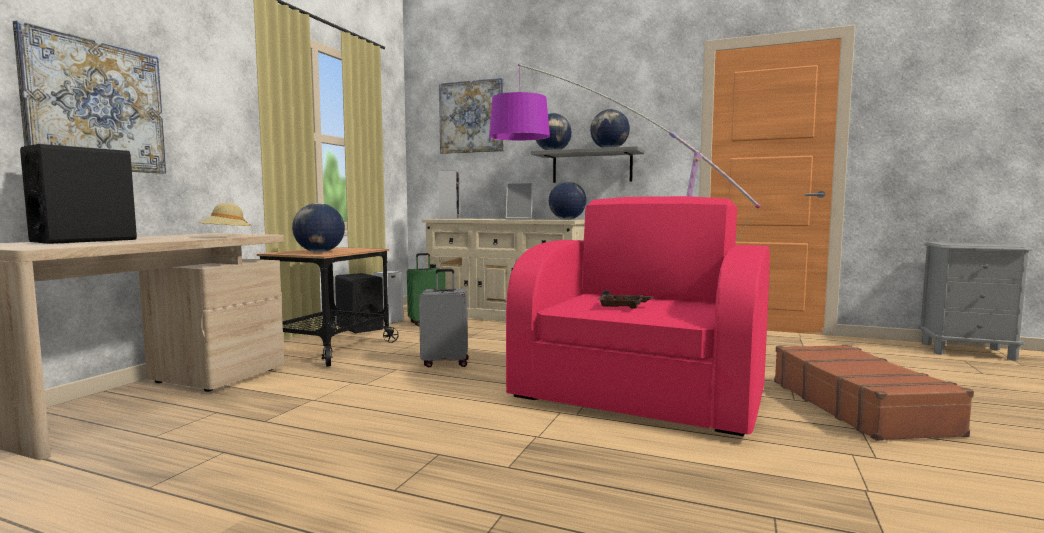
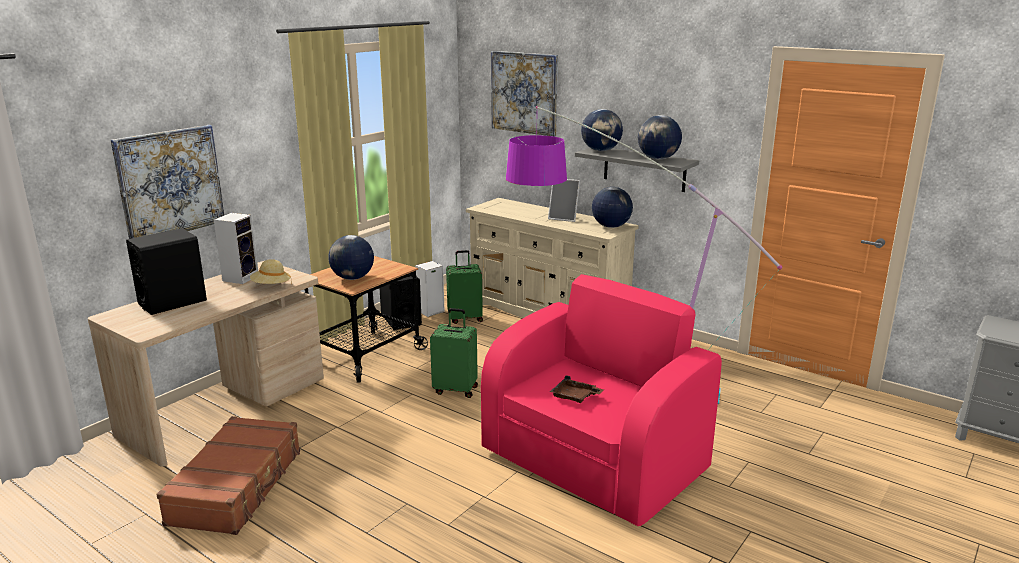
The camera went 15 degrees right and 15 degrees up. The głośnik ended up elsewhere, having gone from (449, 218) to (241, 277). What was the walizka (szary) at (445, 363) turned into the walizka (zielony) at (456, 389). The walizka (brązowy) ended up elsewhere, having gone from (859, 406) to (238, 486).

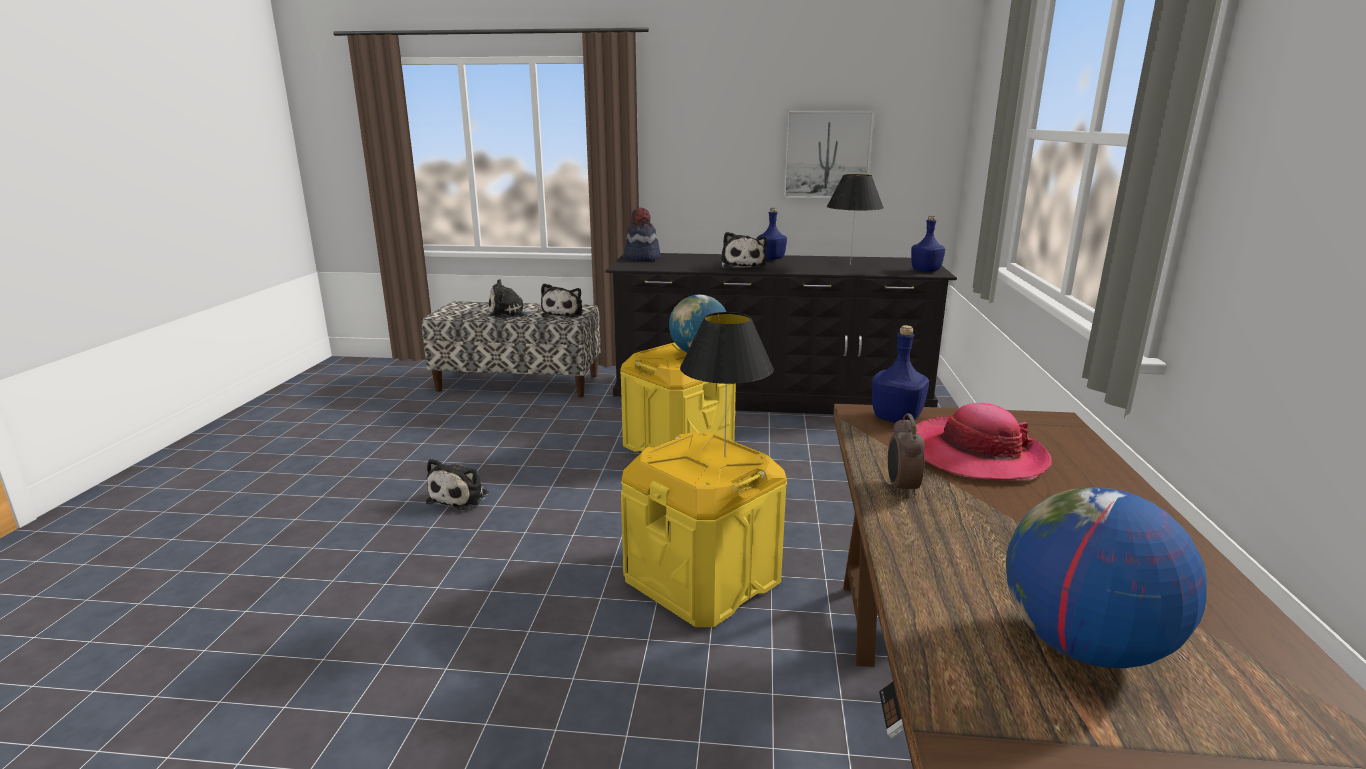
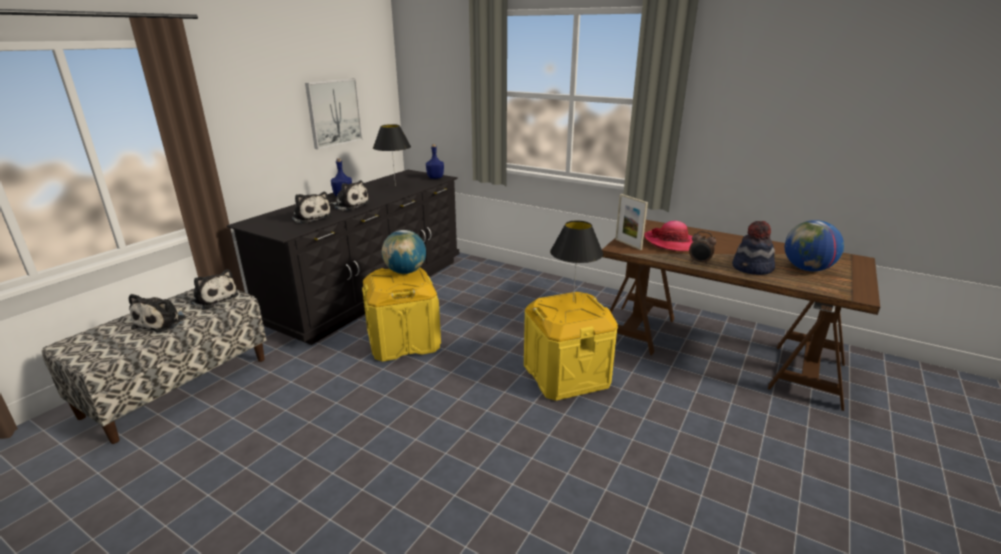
The camera went 65 degrees left and 5 degrees up. The kapelusz ended up elsewhere, having gone from (642, 258) to (752, 268). Where the butelka (niebieski) stood at (896, 419), the ramka na zdjęcie came to stand at (628, 244). The pluszak ended up elsewhere, having gone from (461, 497) to (311, 217).

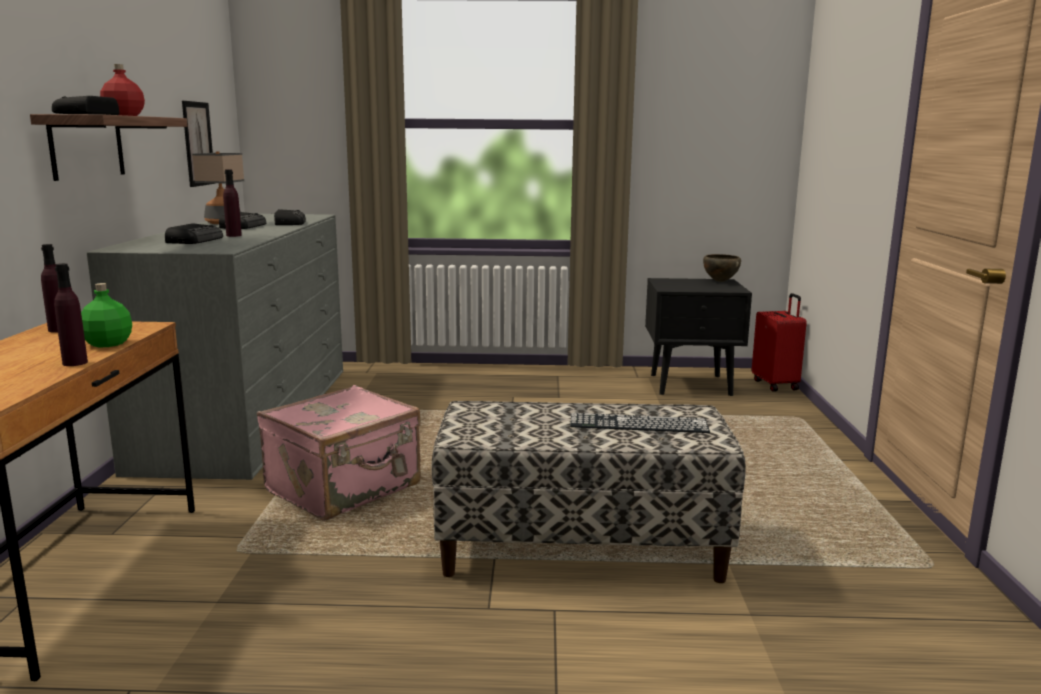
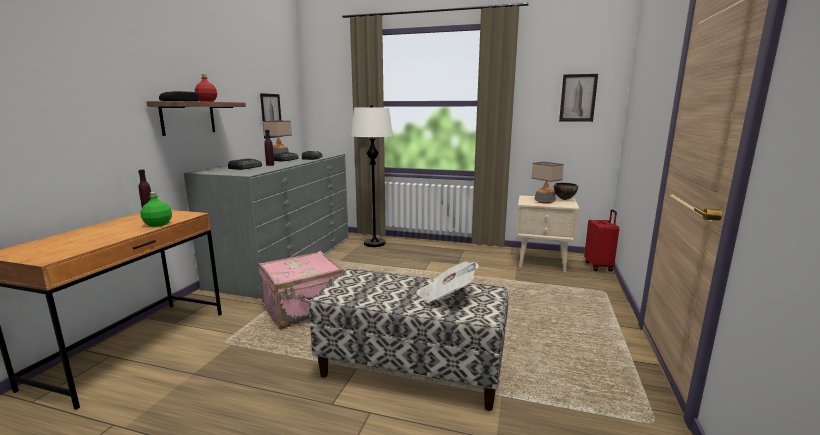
The camera went 15 degrees right and 0 degrees up. The second view lost the butelka (fioletowy) at (75, 363). What was the szafka nocna (czarny) at (692, 385) turned into the szafka nocna (beżowy) at (542, 262). Where the klawiatura stood at (638, 423), the gazeta came to stand at (445, 296). The second view gained the obraz at (578, 98). The second view gained the lampa stojąca (biały) at (374, 243). The second view gained the lampa stołowa at (544, 202).

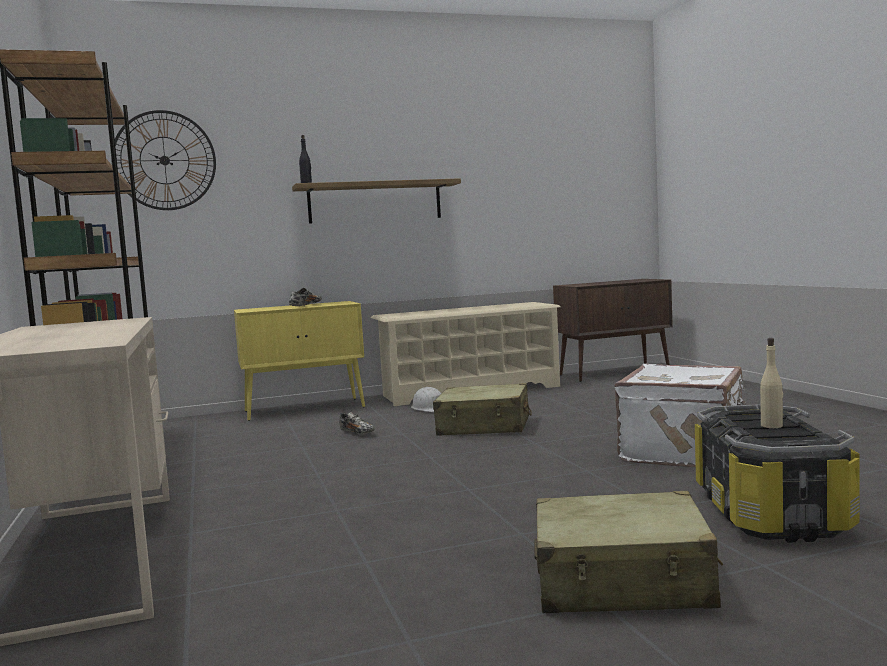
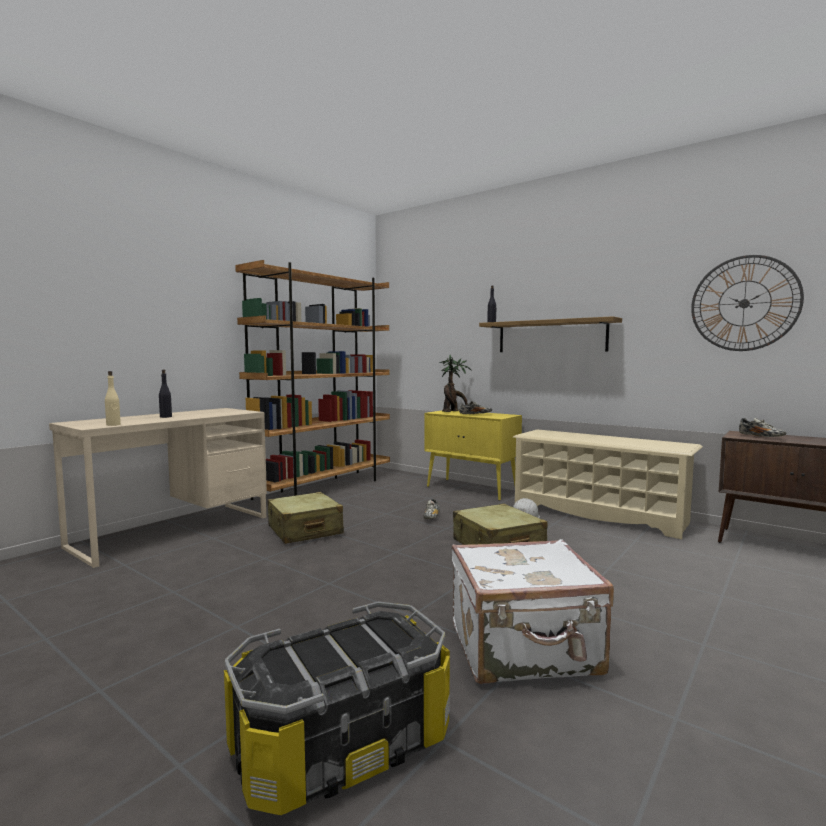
The camera went 55 degrees right and 0 degrees up. The zegar ścienny ended up elsewhere, having gone from (164, 160) to (744, 303). The butelka (beżowy) ended up elsewhere, having gone from (772, 426) to (113, 425). The walizka (beżowy) ended up elsewhere, having gone from (622, 582) to (304, 530). The second view gained the roślina doniczkowa at (453, 412). The second view gained the butelka (czarny) at (166, 417). The second view gained the but at (761, 437).

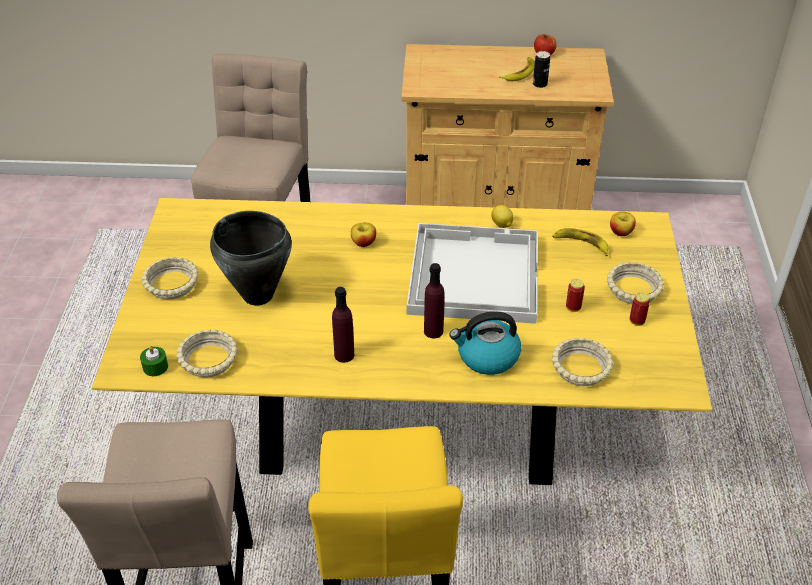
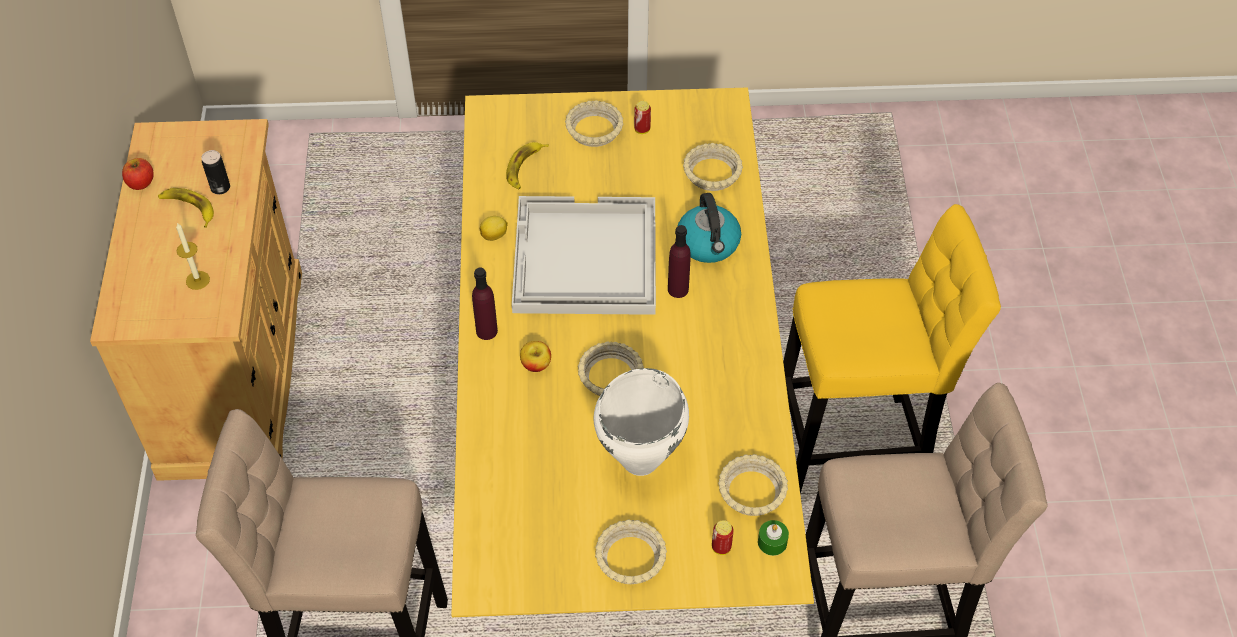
The camera went 95 degrees left and 10 degrees up. What was the garnek (czarny) at (258, 295) turned into the garnek (biały) at (641, 460). The second view lost the jabłko at (621, 232). The puszka ended up elsewhere, having gone from (573, 308) to (721, 547). The butelka (fioletowy) ended up elsewhere, having gone from (344, 355) to (486, 331). The second view gained the świeca at (197, 280). The second view gained the miska (beżowy) at (610, 376).

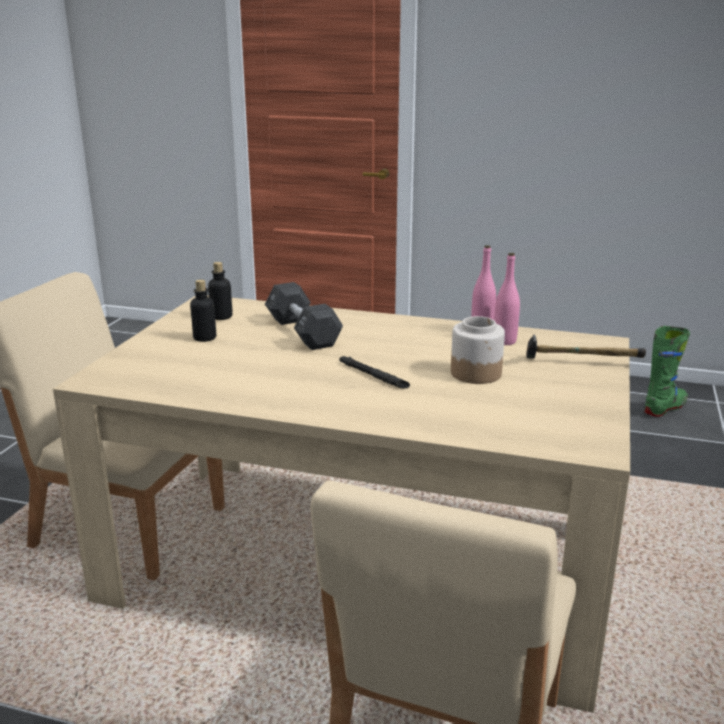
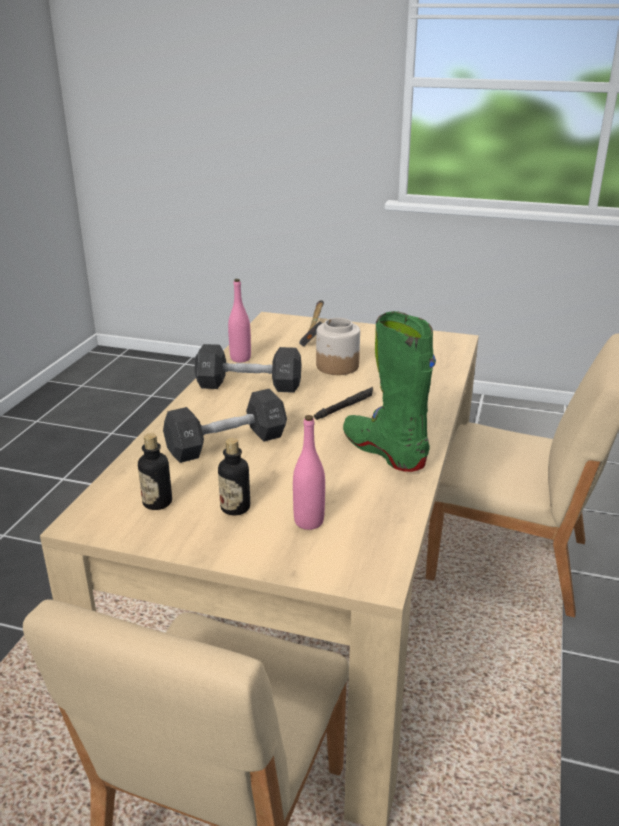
The camera went 90 degrees left and 5 degrees up. The butelka (różowy) ended up elsewhere, having gone from (504, 341) to (309, 521). The but z cholewką (zielony) ended up elsewhere, having gone from (665, 408) to (384, 451). The second view gained the hantel (czarny) at (249, 385).

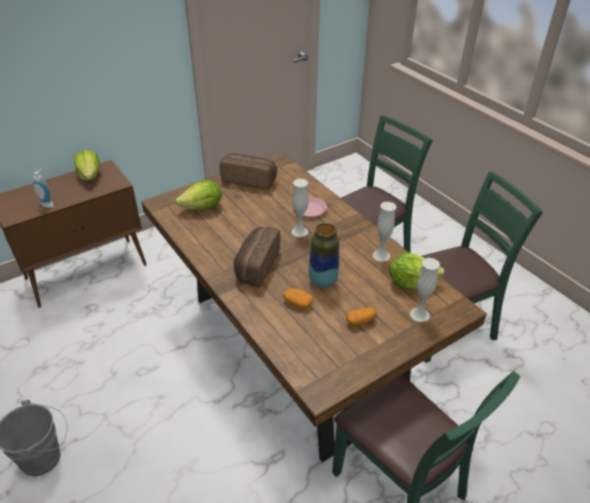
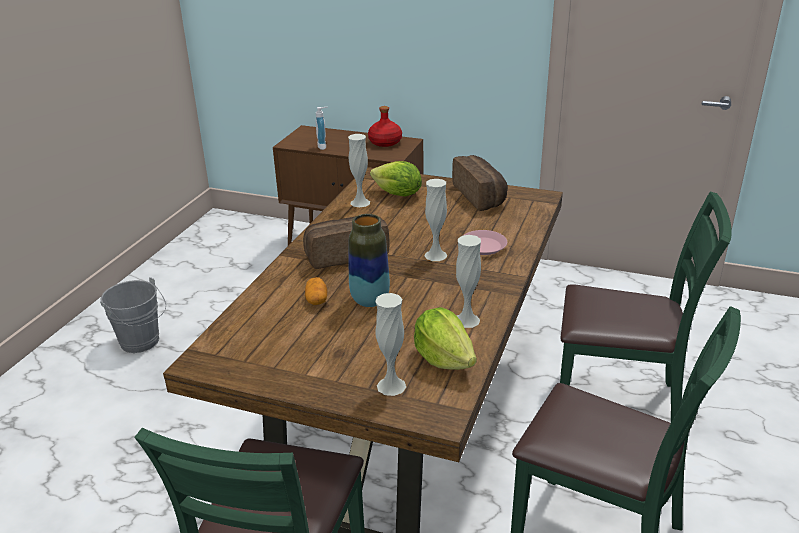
The camera went 55 degrees right and 10 degrees down. Where the sałata stood at (90, 176), the butelka (czerwony) came to stand at (385, 142). The second view lost the ziemniak at (360, 321). The second view gained the wazon (biały) at (360, 202).

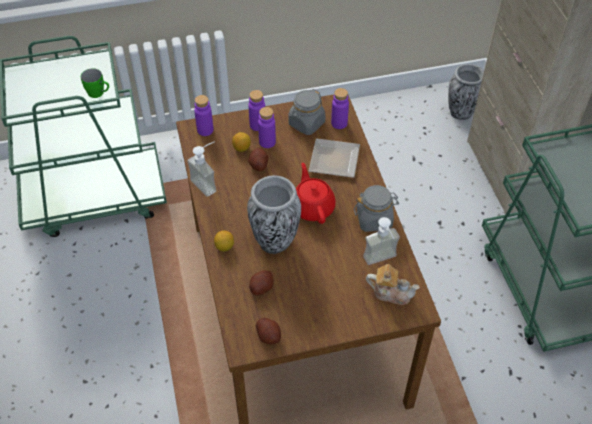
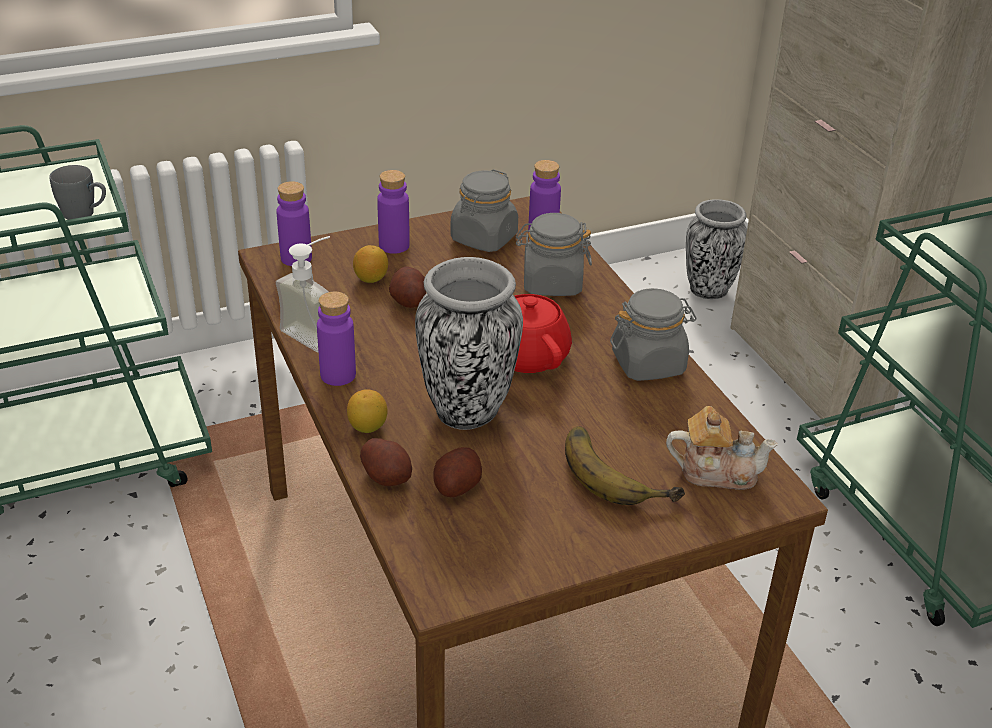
The camera went 10 degrees left and 15 degrees down. What was the kubek (zielony) at (99, 93) turned into the kubek (szary) at (85, 214). The butelka (fioletowy) ended up elsewhere, having gone from (267, 142) to (338, 375). Where the talerz stood at (336, 159), the słoik (szary) came to stand at (551, 283). The second view lost the dozownik mydła at (382, 261). The ziemniak ended up elsewhere, having gone from (268, 336) to (387, 476). The second view gained the banan at (619, 470).

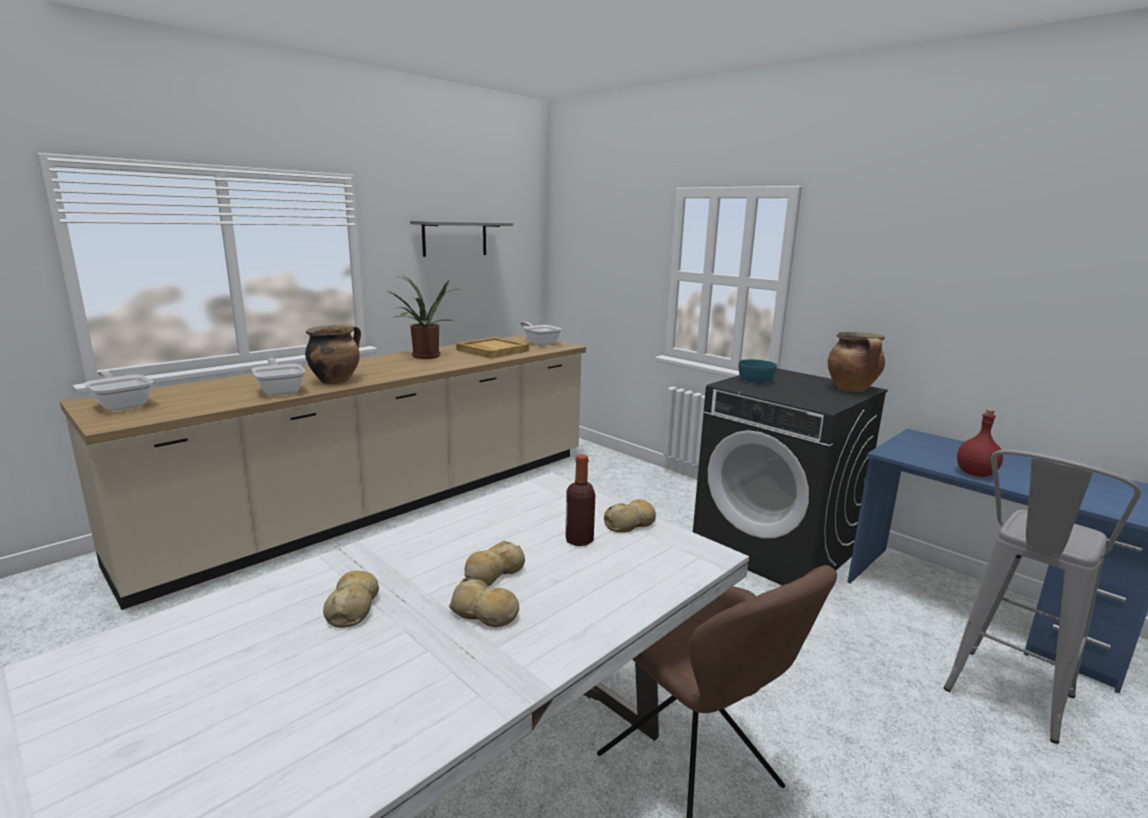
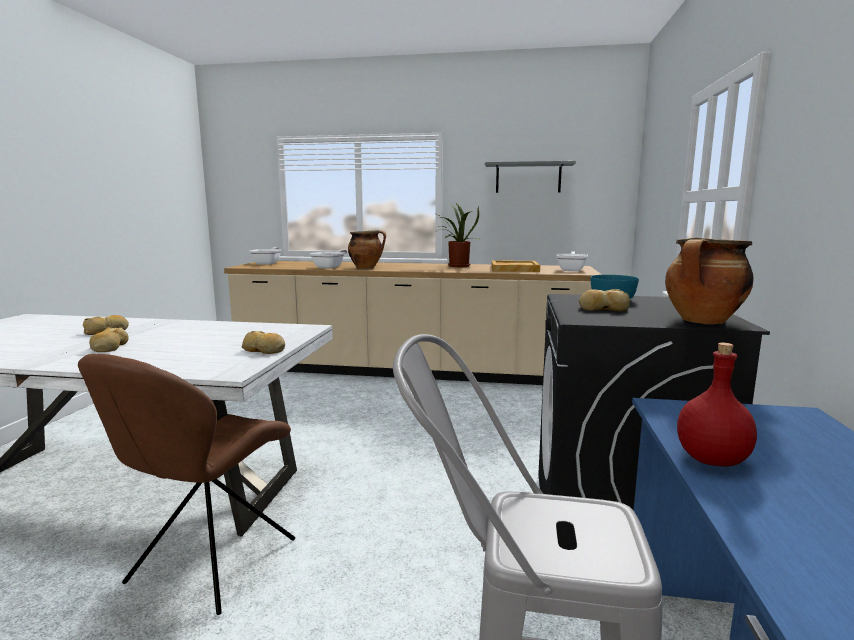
The camera went 55 degrees right and 5 degrees down. The second view lost the butelka at (579, 540). The chleb ended up elsewhere, having gone from (493, 573) to (602, 309).

